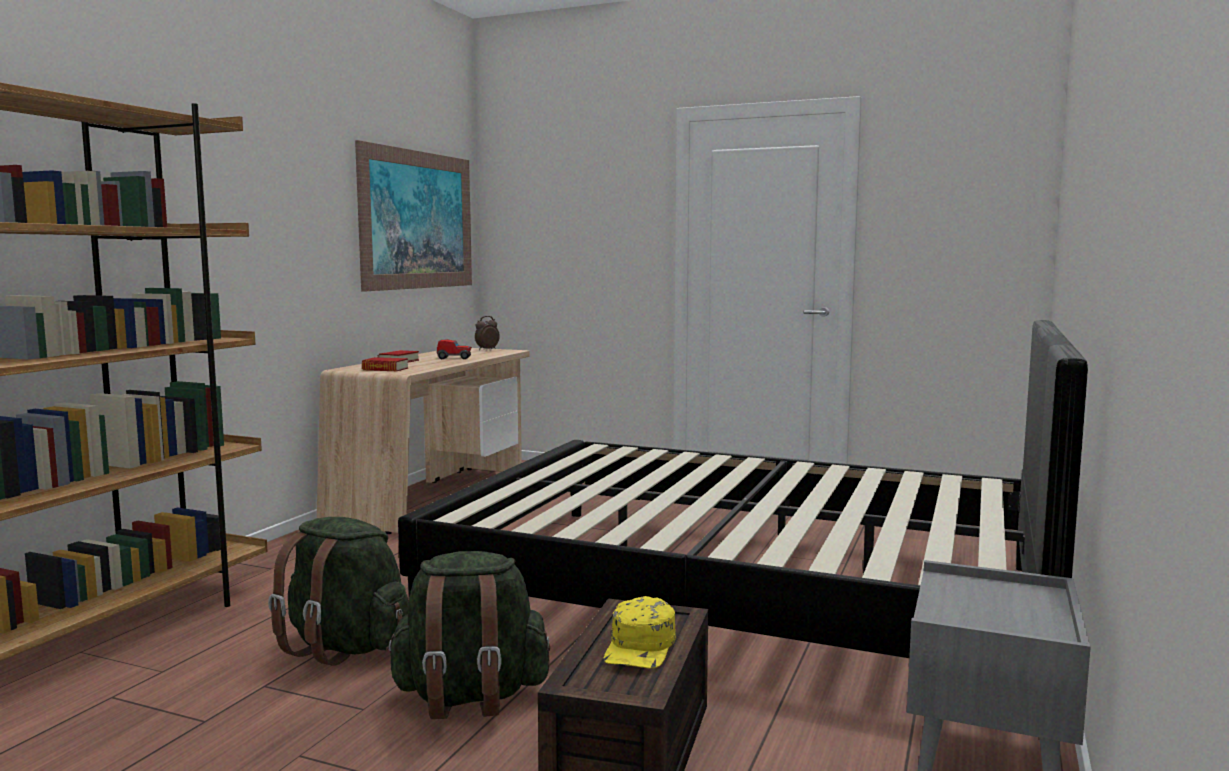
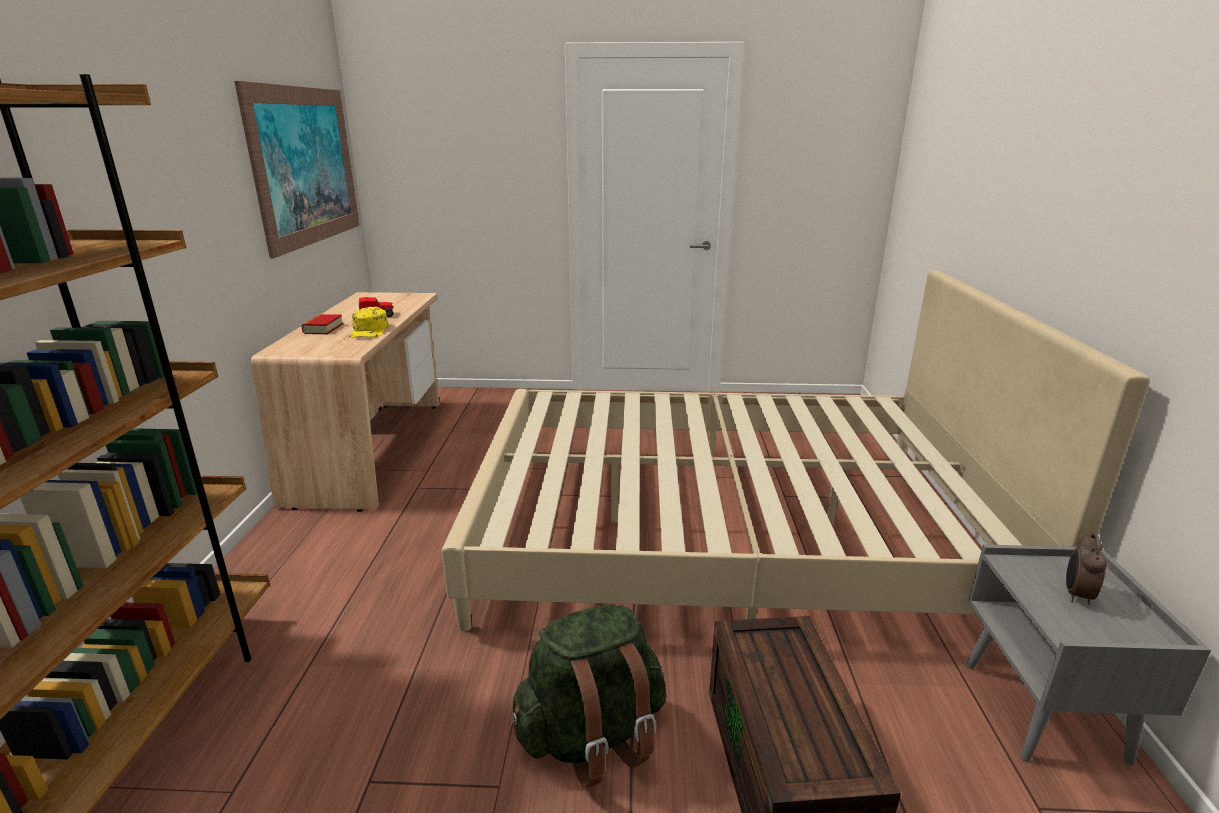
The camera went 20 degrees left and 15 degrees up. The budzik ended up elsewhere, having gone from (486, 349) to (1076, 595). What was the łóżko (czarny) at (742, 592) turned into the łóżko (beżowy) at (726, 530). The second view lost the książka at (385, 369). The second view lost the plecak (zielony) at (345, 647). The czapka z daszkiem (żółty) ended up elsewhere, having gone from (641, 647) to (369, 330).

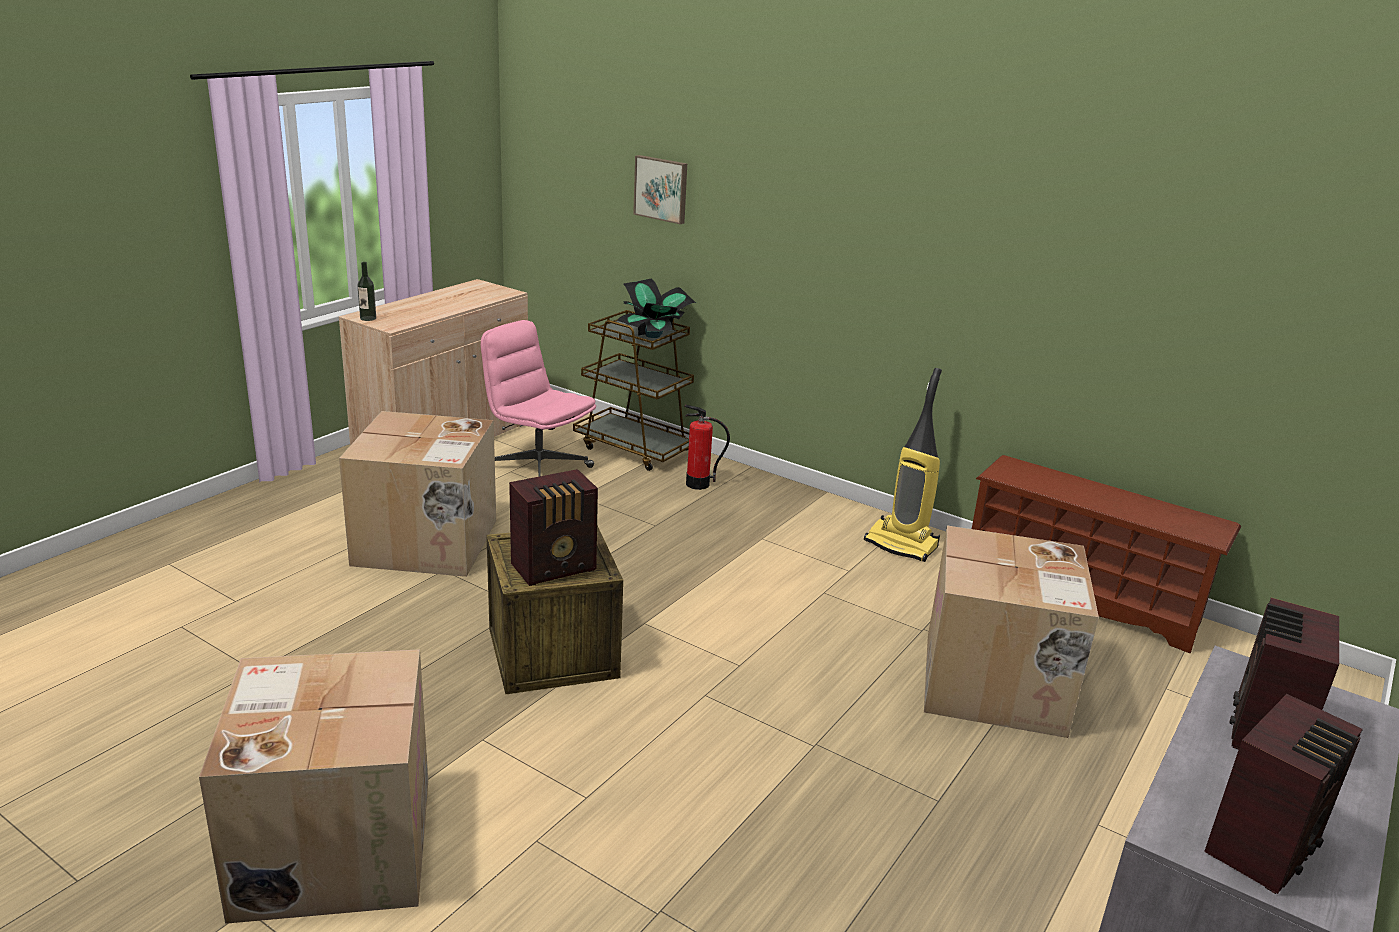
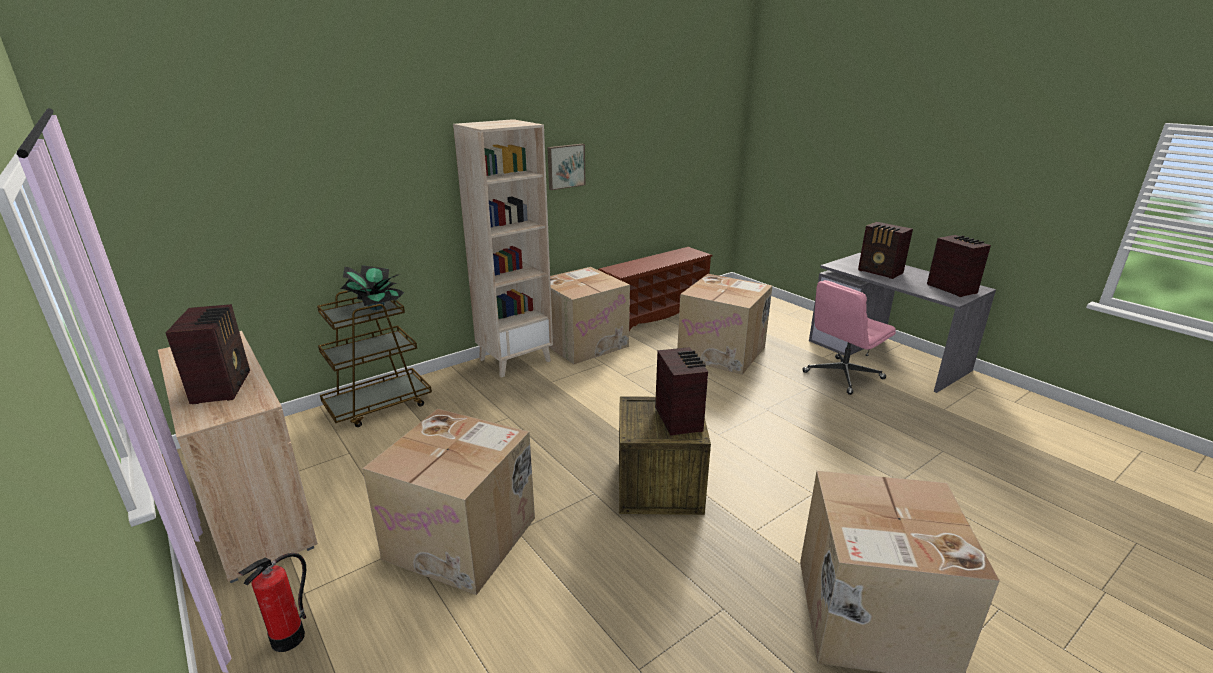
The camera went 70 degrees left and 0 degrees up. The obraz ended up elsewhere, having gone from (661, 189) to (565, 166). The second view lost the butelka at (368, 318). The krzesło biurowe (różowy) ended up elsewhere, having gone from (537, 467) to (842, 376). Where the odkurzacz stood at (902, 544), the karton came to stand at (583, 342). The gaśnica ended up elsewhere, having gone from (698, 484) to (288, 638). The second view gained the regał (beżowy) at (515, 360). The second view gained the radio at (223, 386).

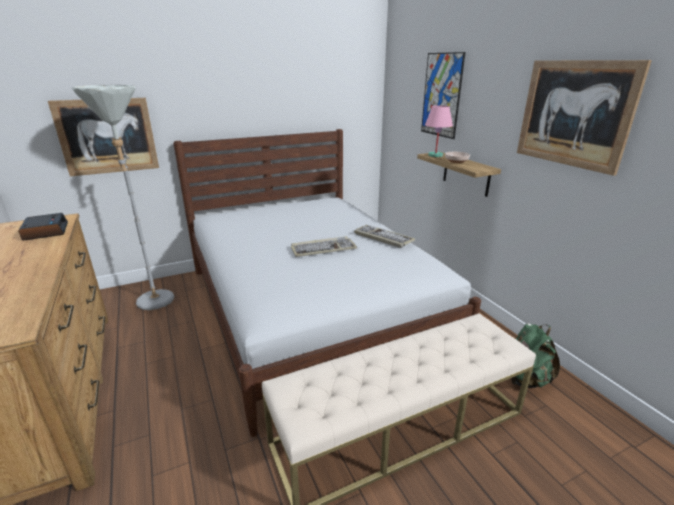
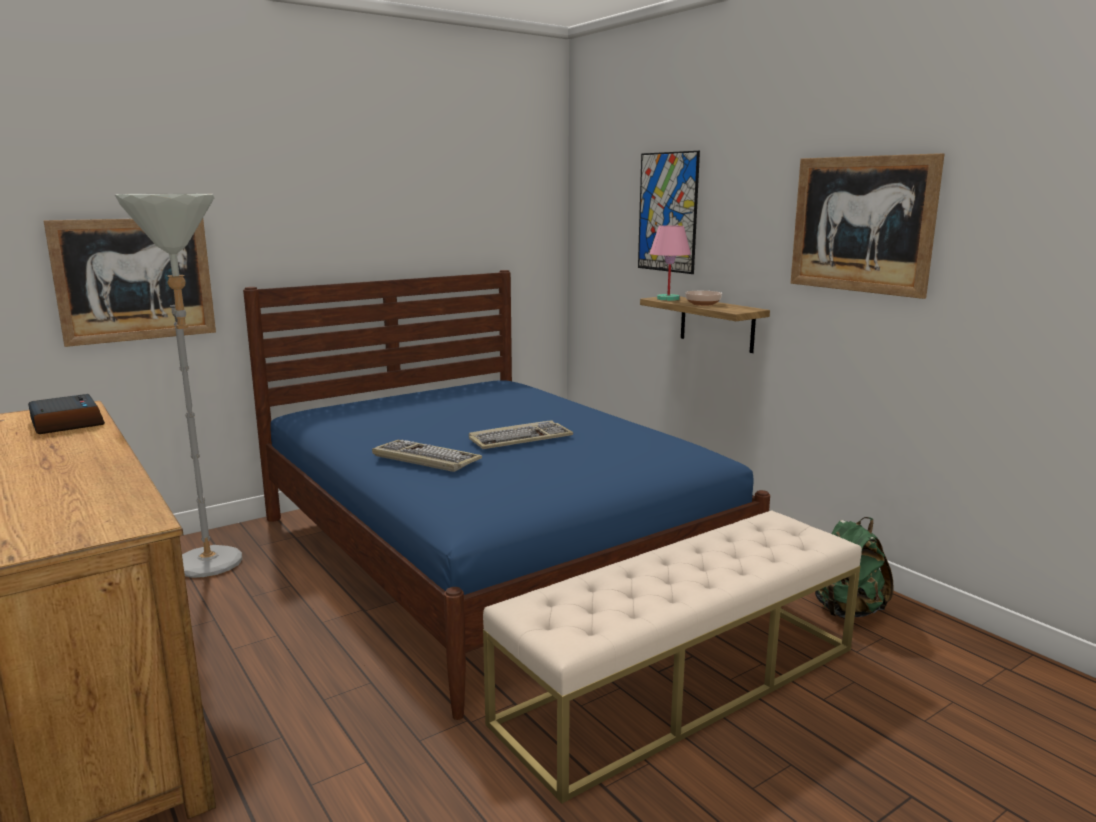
The camera went 10 degrees left and 10 degrees down. What was the łóżko (biały) at (311, 308) turned into the łóżko (niebieski) at (491, 552). The klawiatura ended up elsewhere, having gone from (382, 238) to (424, 459).

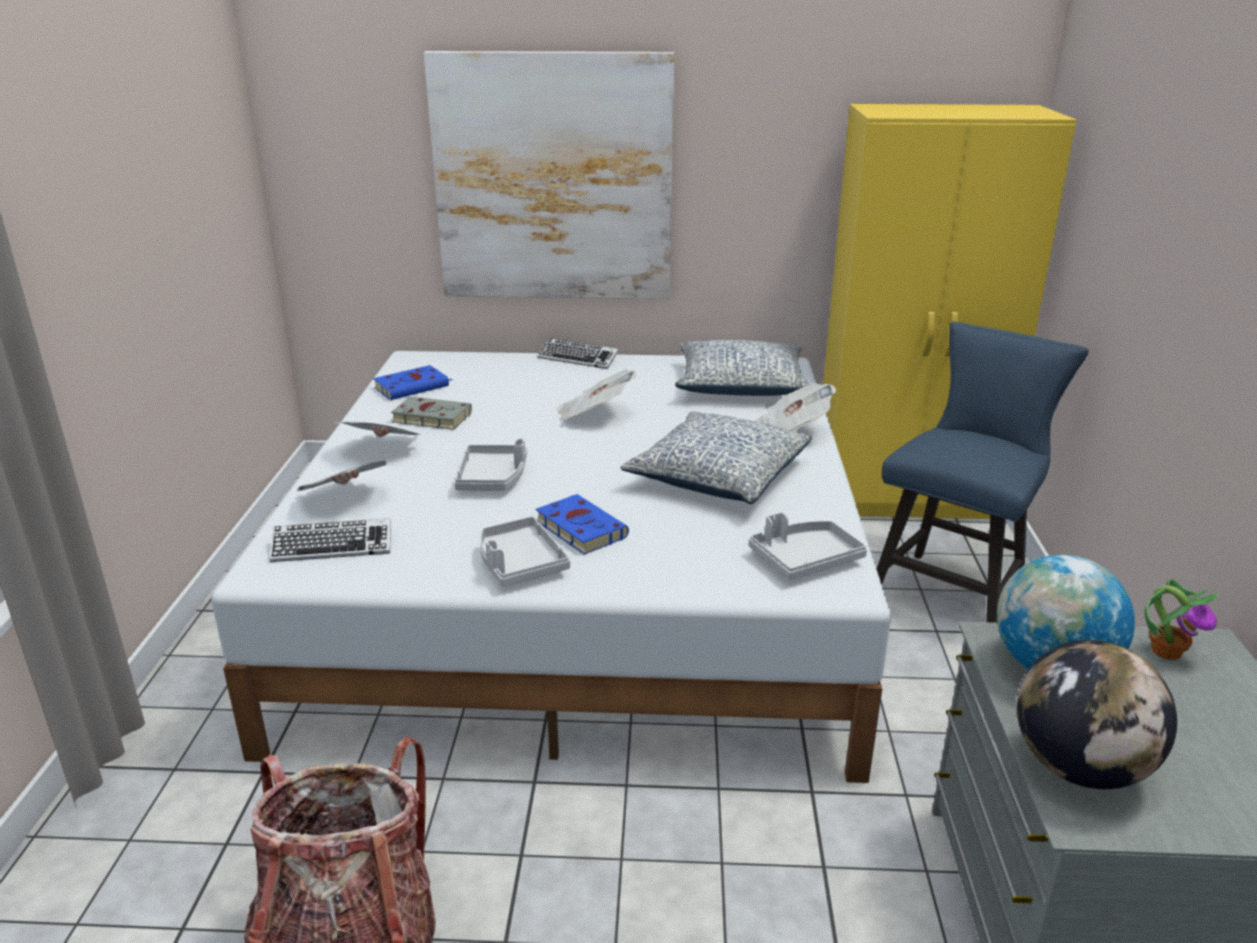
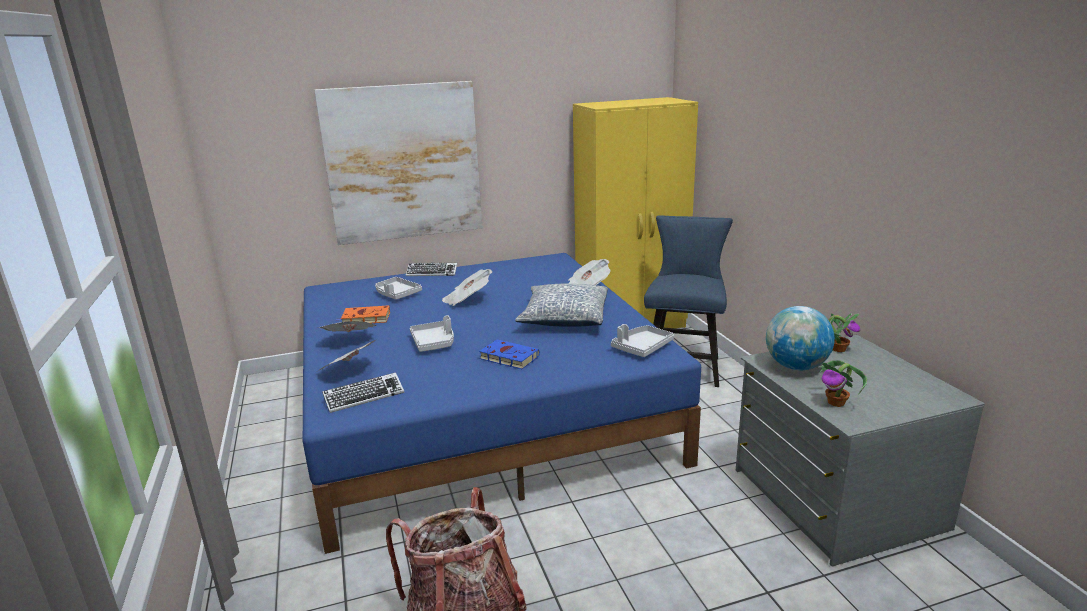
The camera went 20 degrees left and 5 degrees down. The second view lost the poduszka at (741, 386). What was the łóżko (biały) at (583, 586) turned into the łóżko (niebieski) at (480, 407). The second view lost the książka (niebieski) at (413, 387). What was the książka (szary) at (430, 418) turned into the książka (pomarańczowy) at (364, 318). The taca (szary) ended up elsewhere, having gone from (519, 563) to (397, 294). Where the globus stood at (1079, 768), the roślina doniczkowa came to stand at (836, 403).

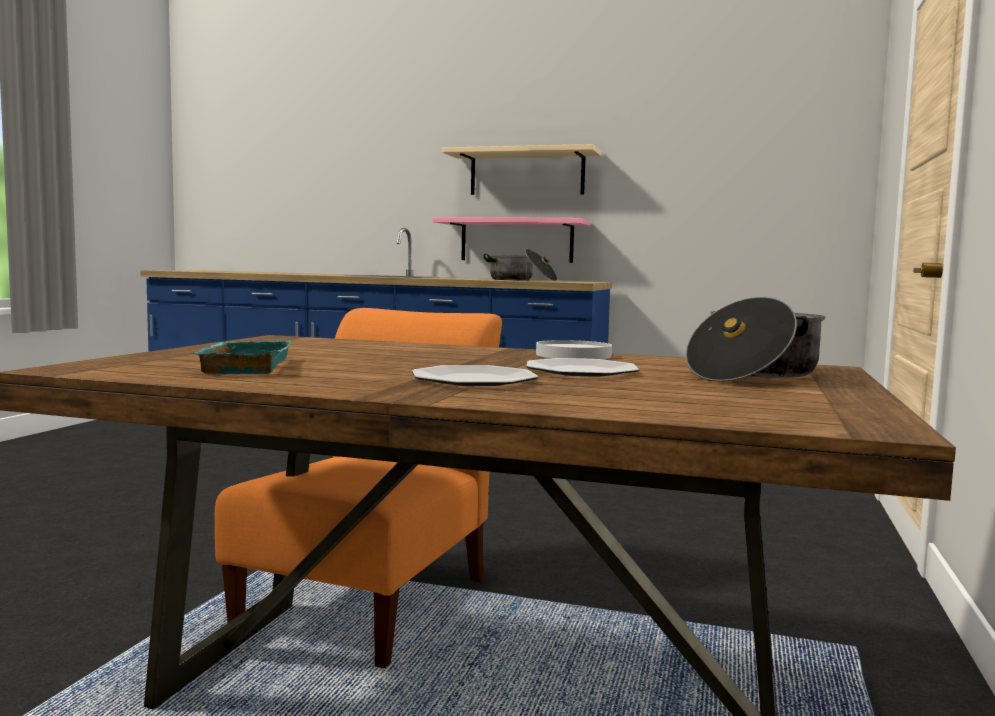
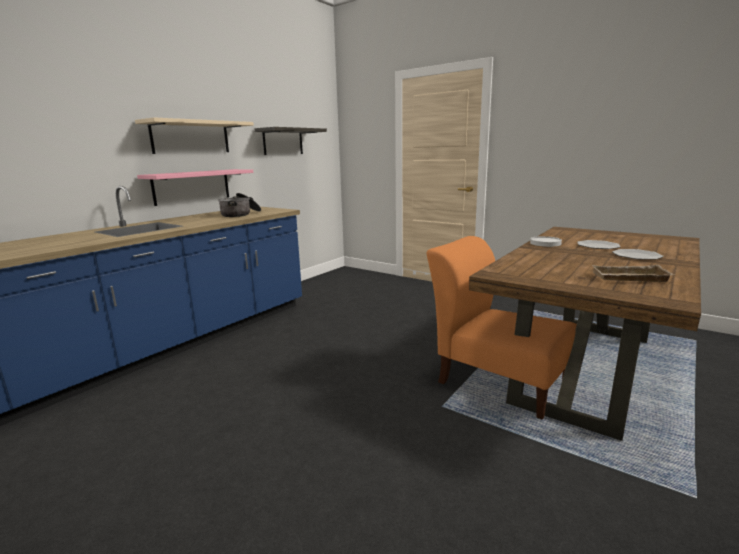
The camera went 70 degrees left and 10 degrees up. The second view lost the garnek at (753, 374). What was the taca (turkusowy) at (241, 366) turned into the taca (beżowy) at (629, 278). The second view gained the półka at (283, 141).

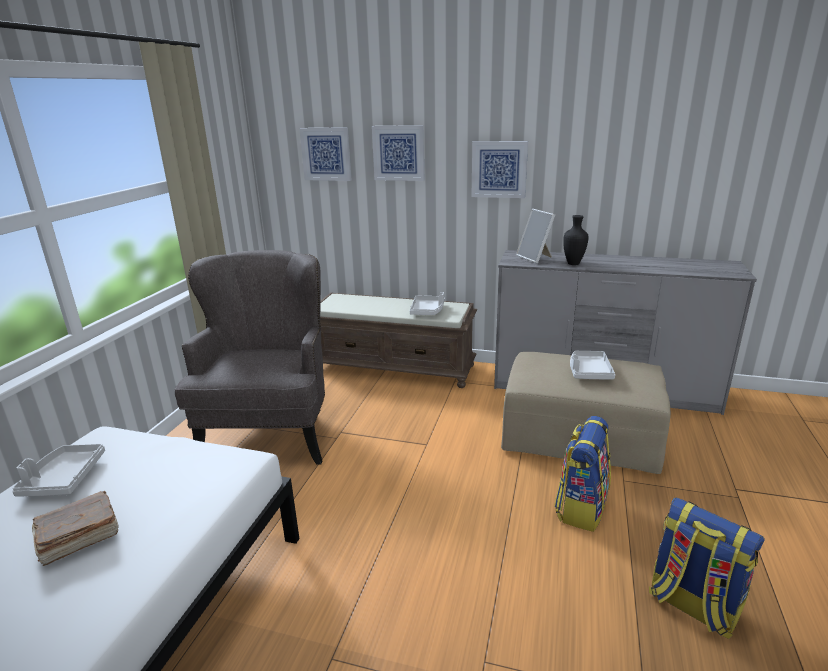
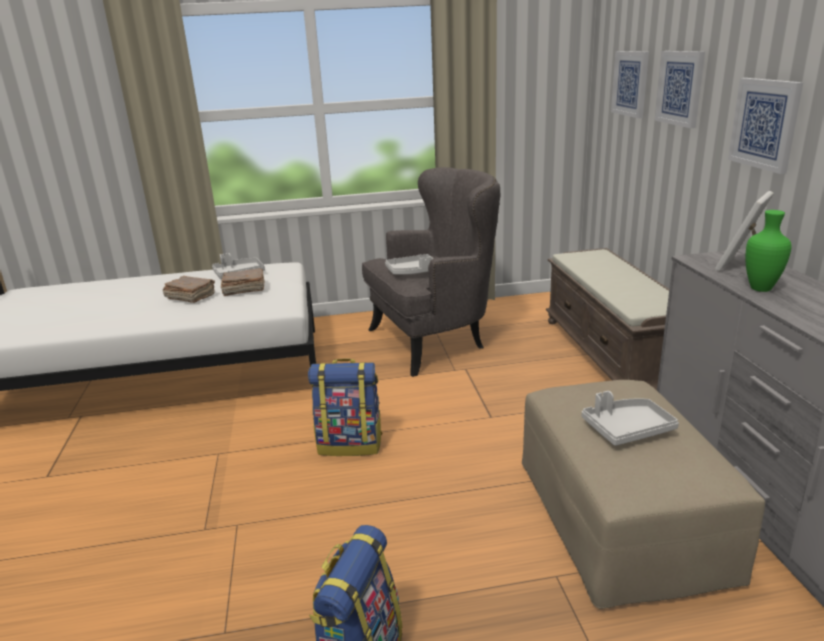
The camera went 65 degrees right and 0 degrees up. What was the wazon (czarny) at (573, 264) turned into the wazon (zielony) at (759, 289). The taca (szary) ended up elsewhere, having gone from (427, 311) to (413, 272). The plecak ended up elsewhere, having gone from (580, 507) to (350, 444). The second view gained the książka (brązowy) at (243, 290).

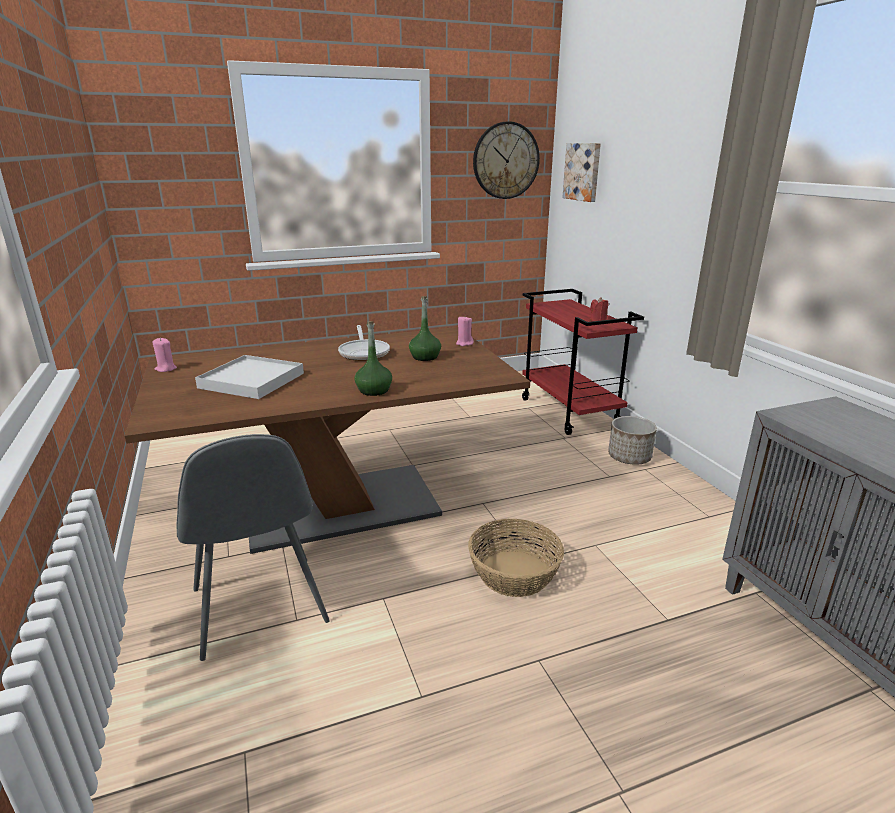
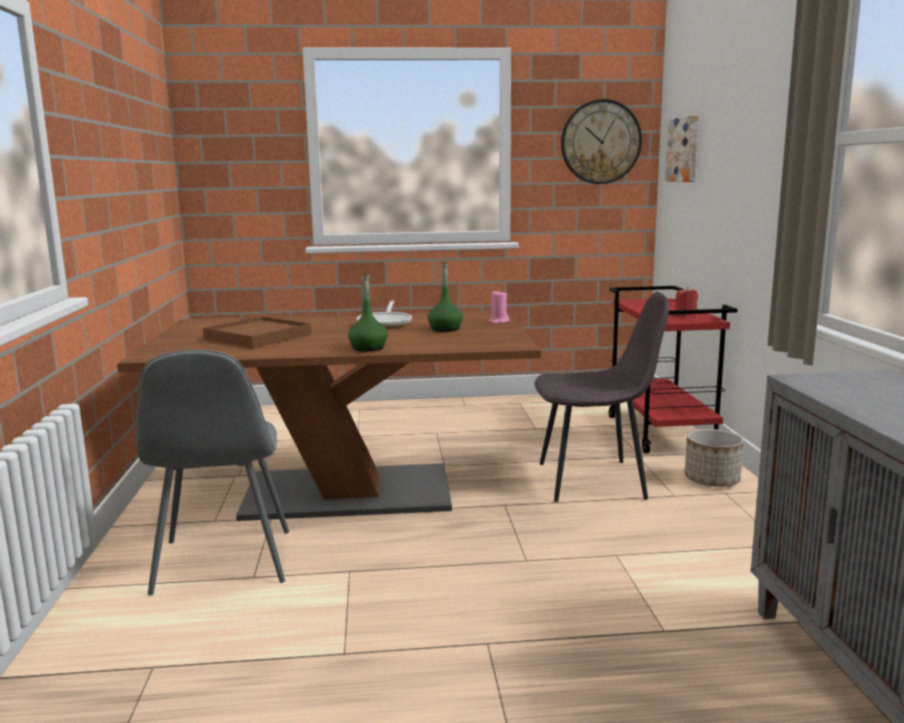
The camera went 15 degrees right and 10 degrees down. The second view lost the świeca (różowy) at (166, 369). What was the taca (biały) at (252, 380) turned into the taca (brązowy) at (258, 337). The second view lost the koszyk at (514, 573). The second view gained the krzesło (szary) at (594, 480).

